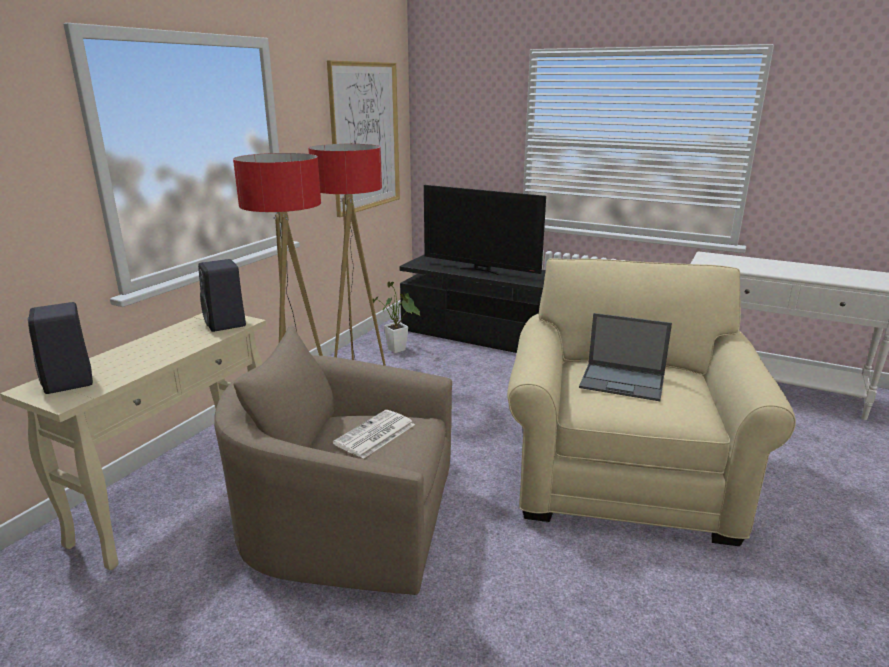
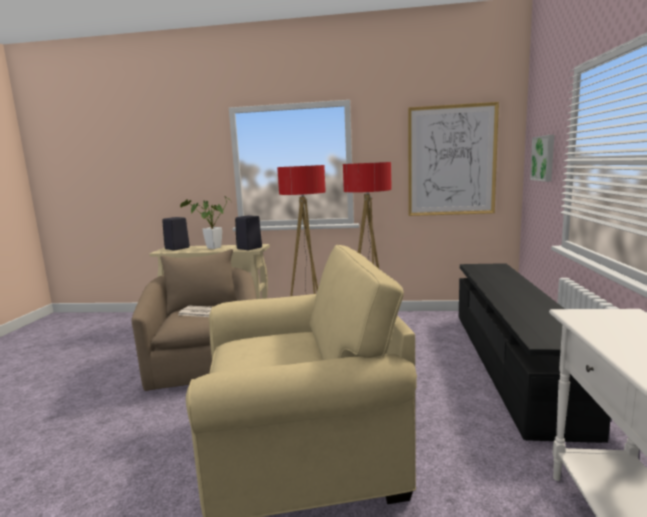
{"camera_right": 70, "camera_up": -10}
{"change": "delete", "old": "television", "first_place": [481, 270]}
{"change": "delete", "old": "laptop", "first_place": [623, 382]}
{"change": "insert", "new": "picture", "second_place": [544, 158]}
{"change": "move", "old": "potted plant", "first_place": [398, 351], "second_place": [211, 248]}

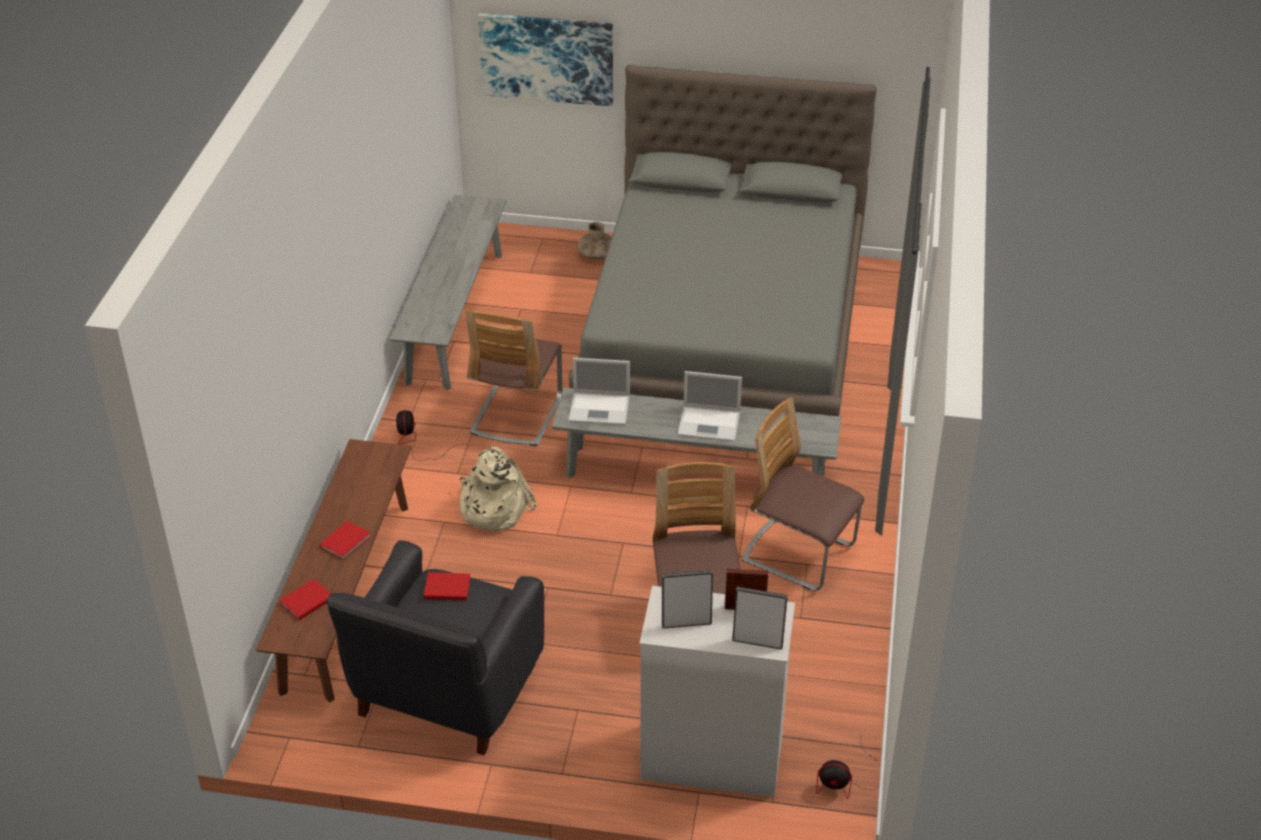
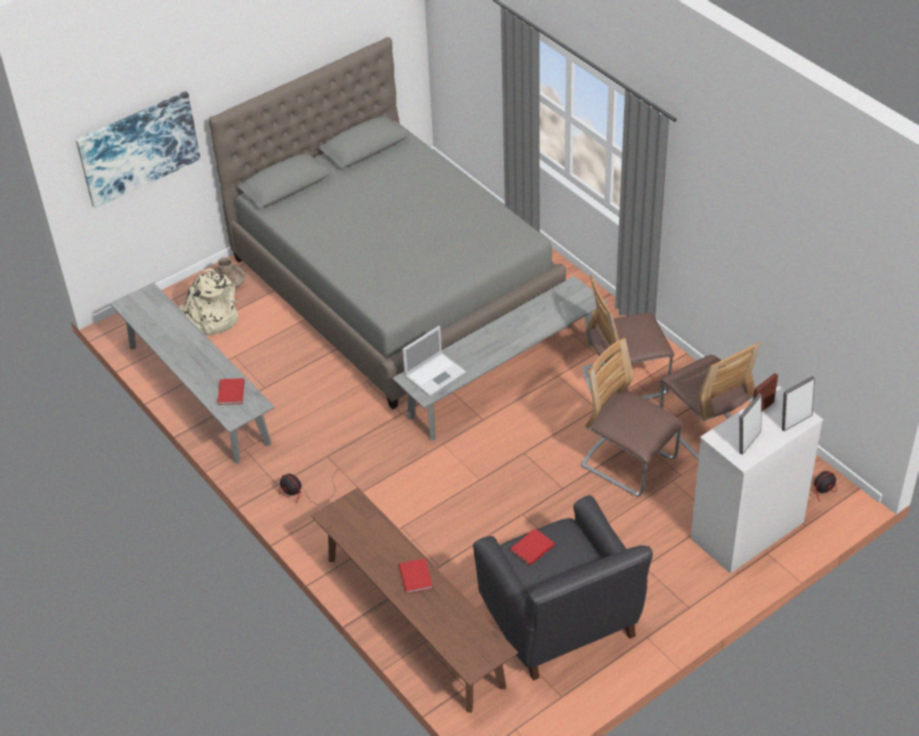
{"camera_right": -45, "camera_up": 5}
{"change": "delete", "old": "laptop", "first_place": [710, 424]}
{"change": "move", "old": "book in red", "first_place": [305, 601], "second_place": [230, 393]}
{"change": "move", "old": "backpack in beige", "first_place": [492, 507], "second_place": [210, 318]}
{"change": "move", "old": "chair", "first_place": [516, 415], "second_place": [705, 429]}

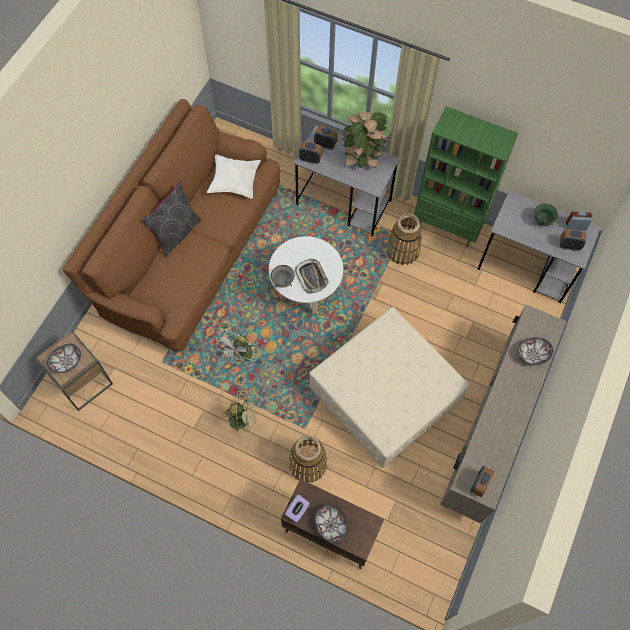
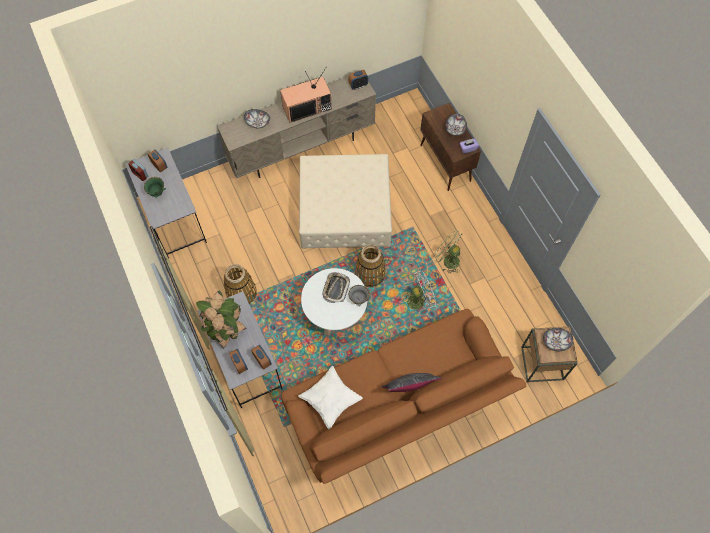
{"camera_right": -140, "camera_up": 0}
{"change": "delete", "old": "bookcase in green", "first_place": [448, 226]}
{"change": "insert", "new": "television", "second_place": [307, 107]}
{"change": "move", "old": "basket", "first_place": [307, 464], "second_place": [370, 274]}

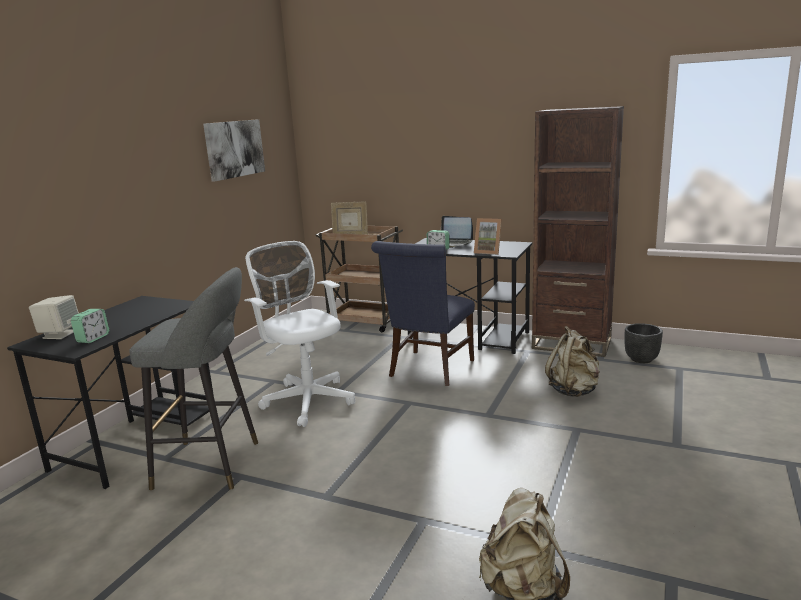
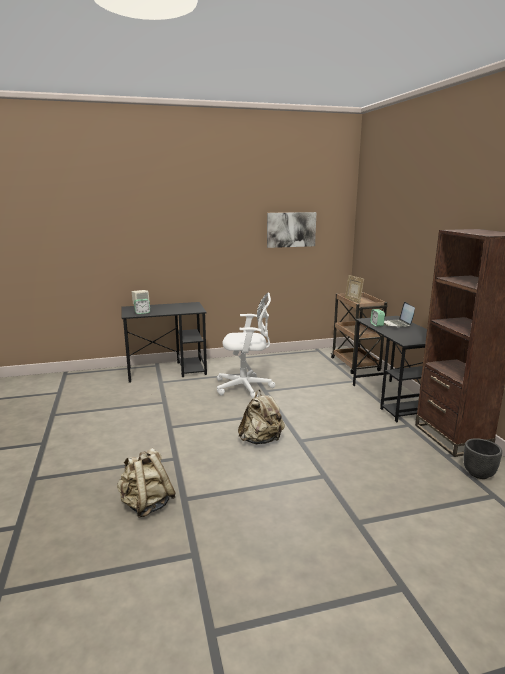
{"camera_right": 50, "camera_up": 0}
{"change": "delete", "old": "stool in grey", "first_place": [213, 464]}
{"change": "delete", "old": "chair in blue", "first_place": [429, 370]}
{"change": "delete", "old": "picture frame", "first_place": [488, 252]}
{"change": "move", "old": "backpack in beige", "first_place": [574, 391], "second_place": [261, 440]}
{"change": "rotate", "old": "office chair in white", "first_place": [307, 399], "second_place": [246, 387], "degrees": 75}

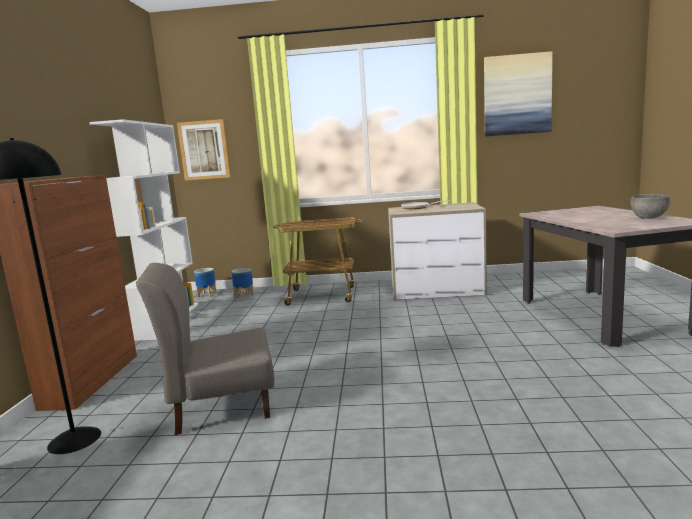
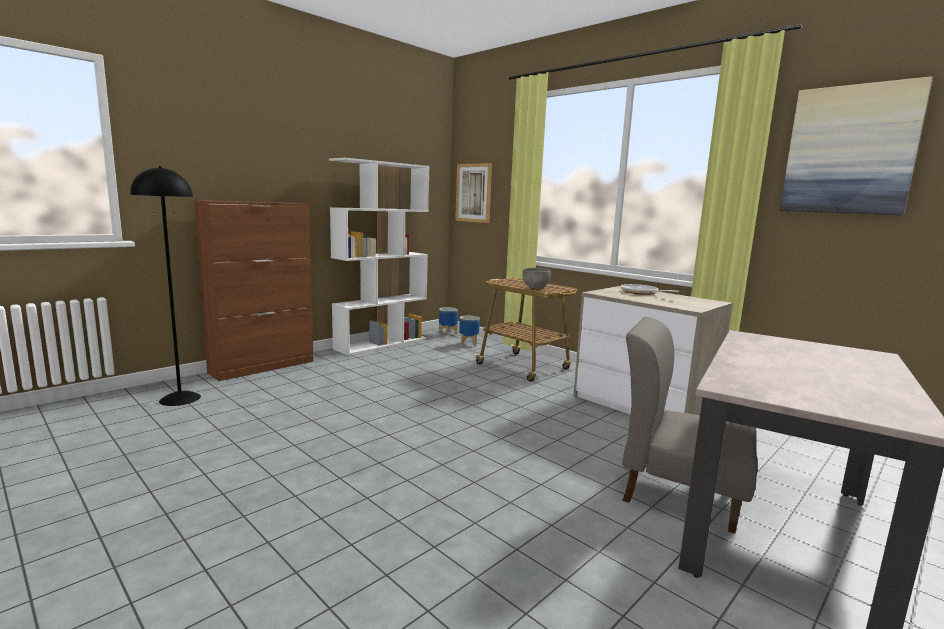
{"camera_right": 40, "camera_up": 0}
{"change": "move", "old": "chair in grey", "first_place": [221, 406], "second_place": [679, 493]}
{"change": "move", "old": "bowl in grey", "first_place": [648, 218], "second_place": [535, 288]}

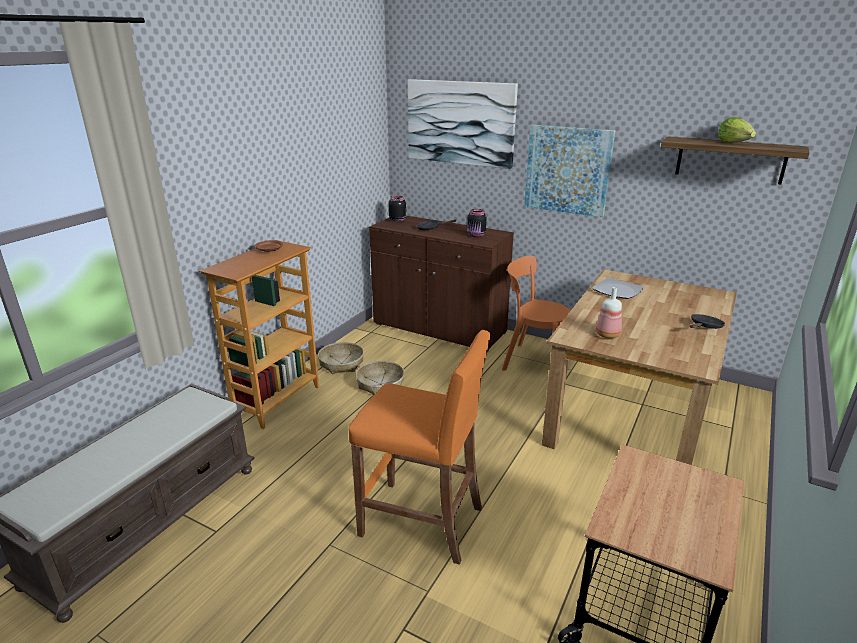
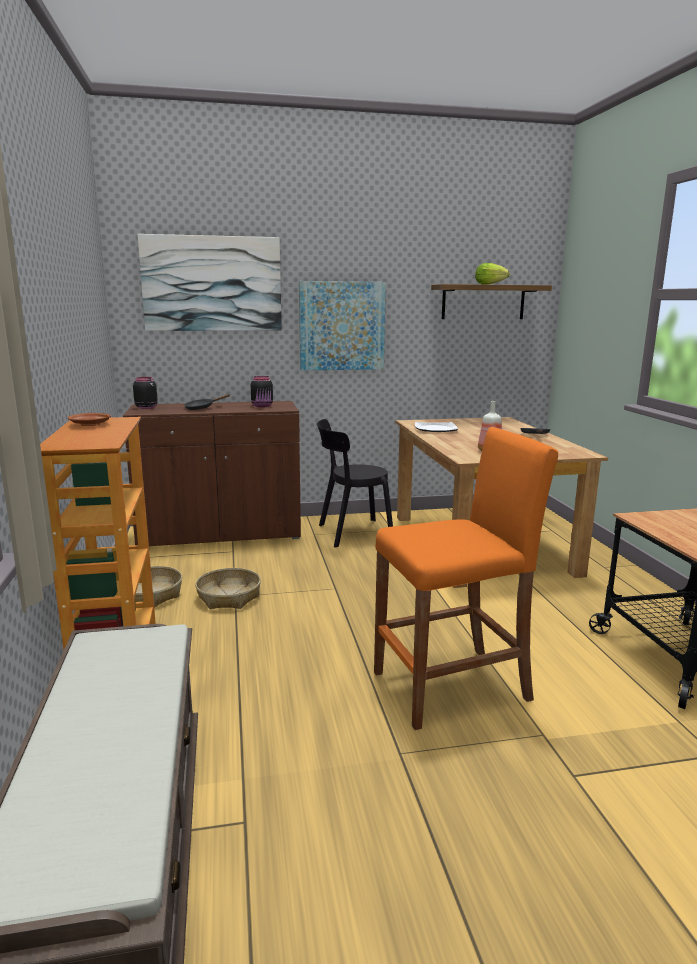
{"camera_right": -40, "camera_up": -10}
{"change": "recolor", "old": "chair in orange", "new": "chair in black", "first_place": [532, 361], "second_place": [351, 533]}

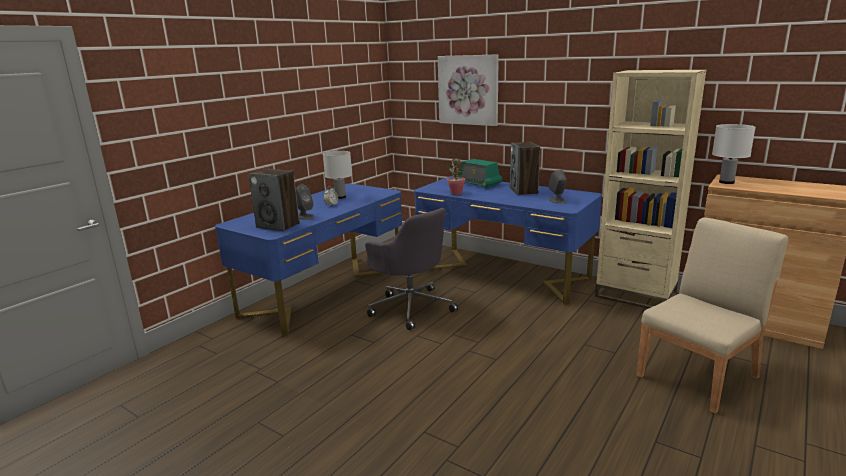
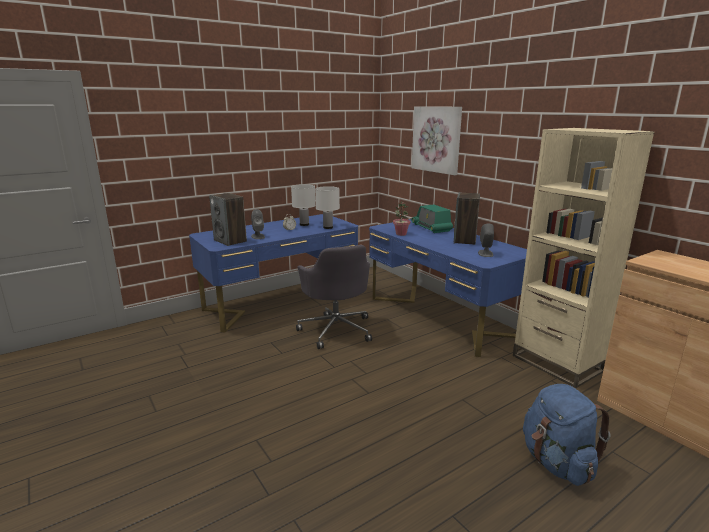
{"camera_right": 20, "camera_up": 0}
{"change": "move", "old": "table lamp in white", "first_place": [727, 182], "second_place": [328, 227]}
{"change": "replace", "old": "chair in beige", "new": "backpack in blue", "first_place": [698, 376], "second_place": [557, 463]}

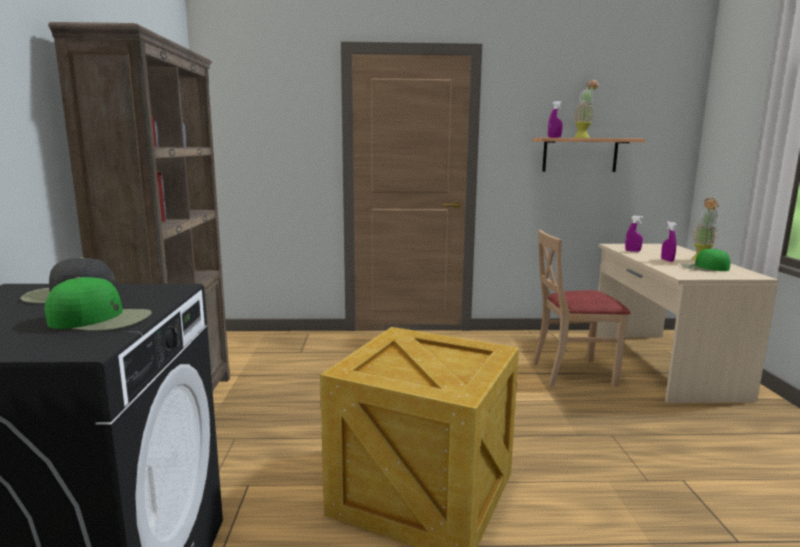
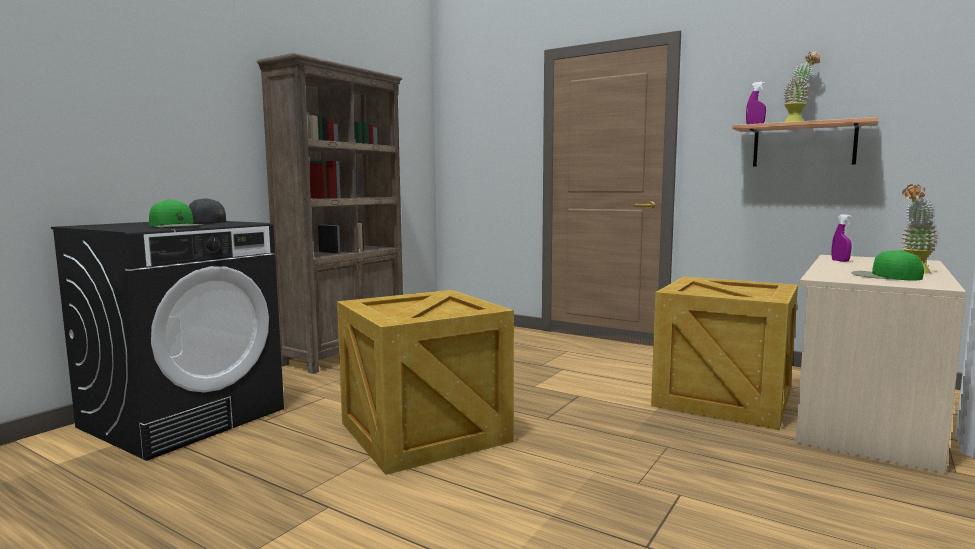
{"camera_right": 35, "camera_up": -5}
{"change": "delete", "old": "spray bottle in purple", "first_place": [667, 260]}
{"change": "replace", "old": "chair in beige", "new": "crate", "first_place": [573, 373], "second_place": [721, 397]}

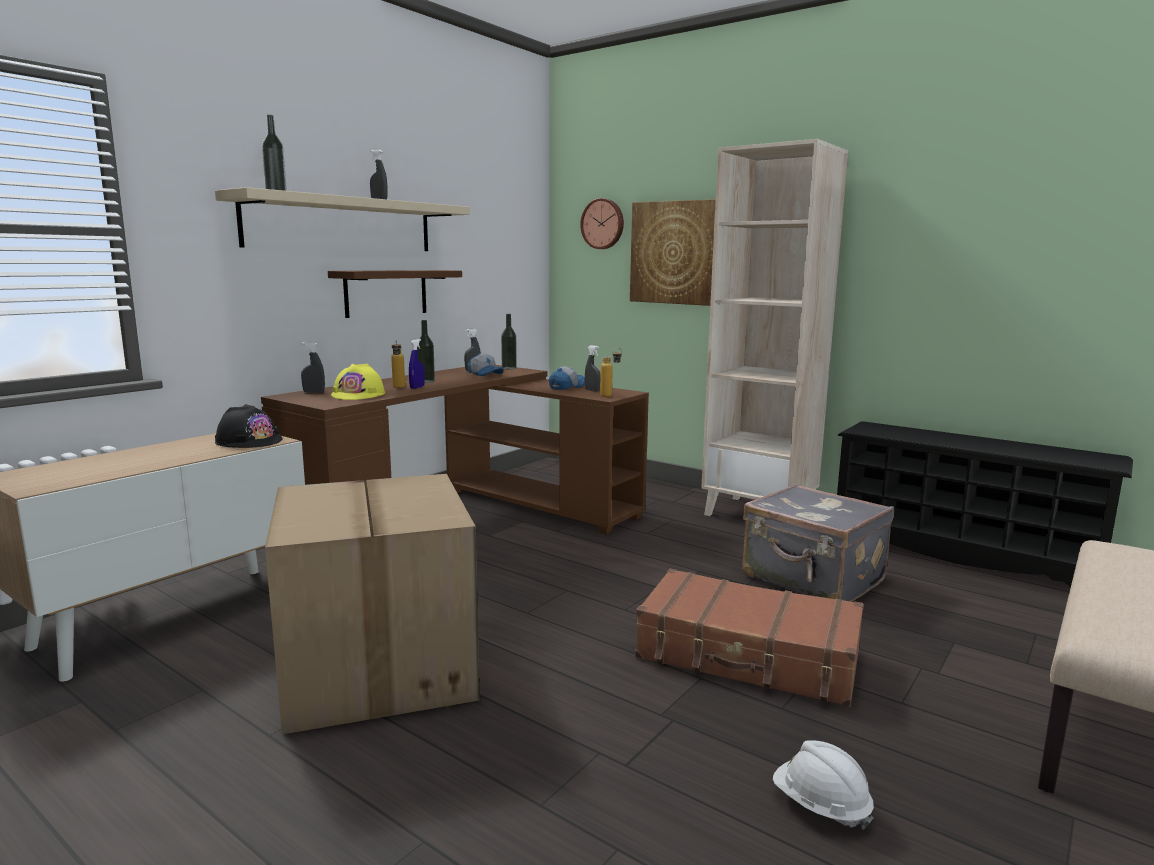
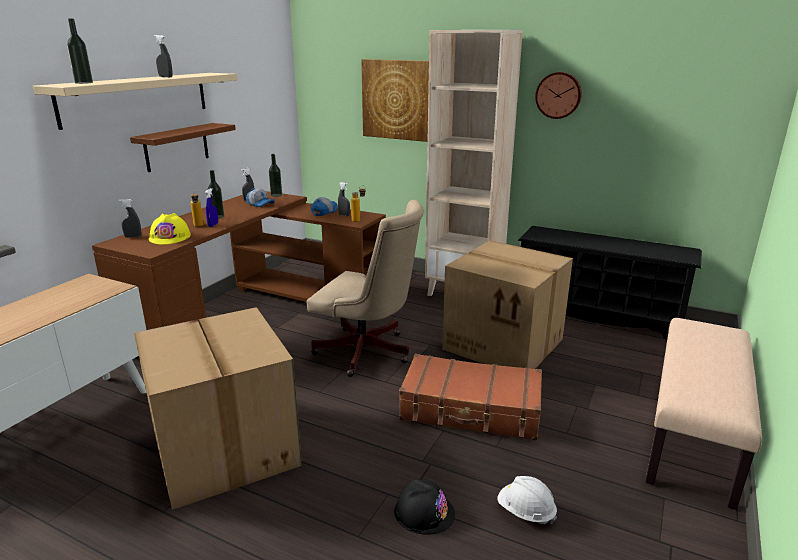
{"camera_right": -10, "camera_up": 10}
{"change": "insert", "new": "office chair in beige", "second_place": [368, 353]}
{"change": "move", "old": "hard hat in black", "first_place": [249, 441], "second_place": [424, 512]}
{"change": "move", "old": "wall clock", "first_place": [603, 224], "second_place": [558, 95]}
{"change": "replace", "old": "suitcase in grey", "new": "cardboard box", "first_place": [812, 579], "second_place": [505, 344]}

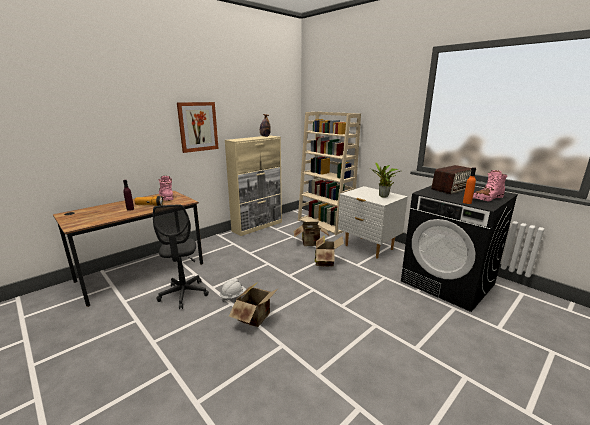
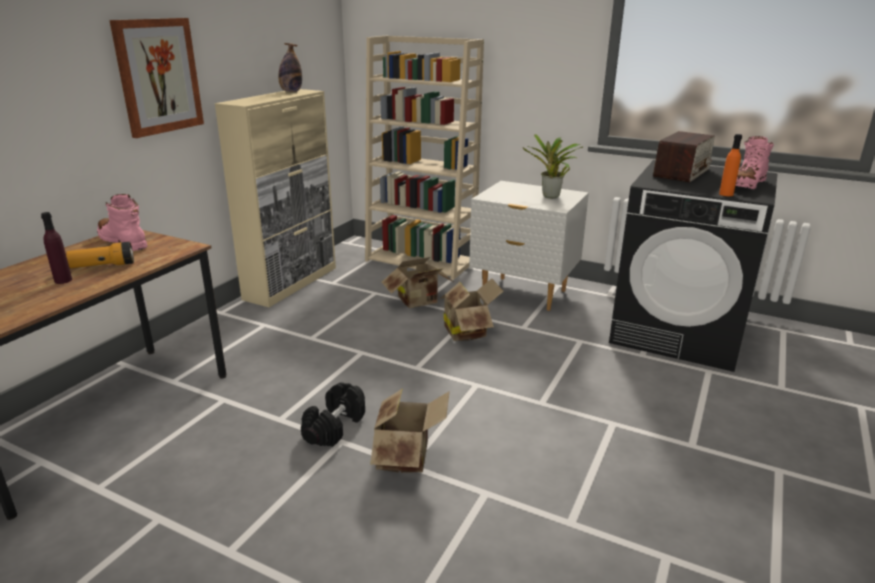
{"camera_right": -20, "camera_up": 5}
{"change": "delete", "old": "office chair in grey", "first_place": [184, 294]}
{"change": "replace", "old": "hard hat in white", "new": "dumbbell in black", "first_place": [233, 296], "second_place": [334, 427]}

